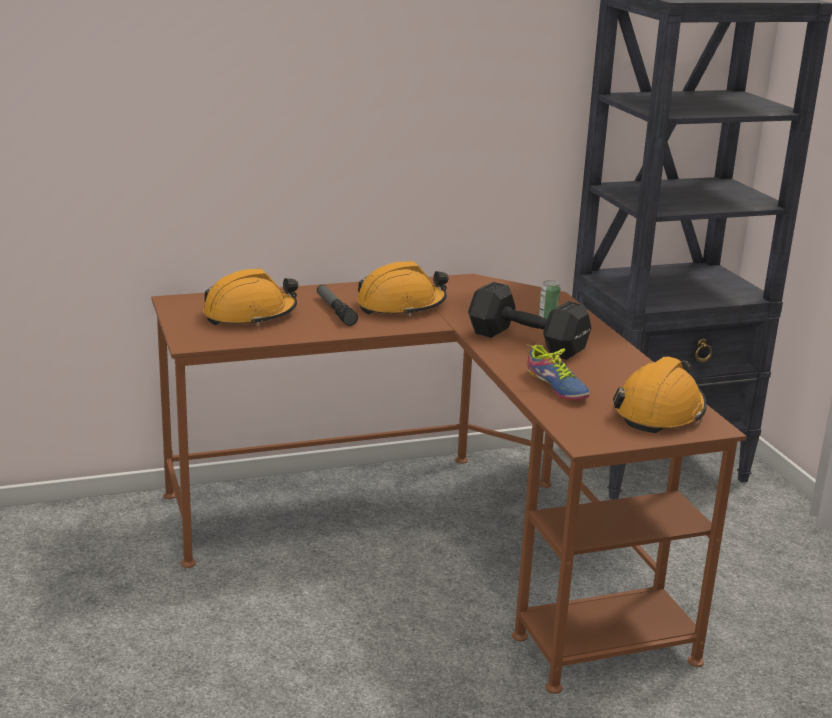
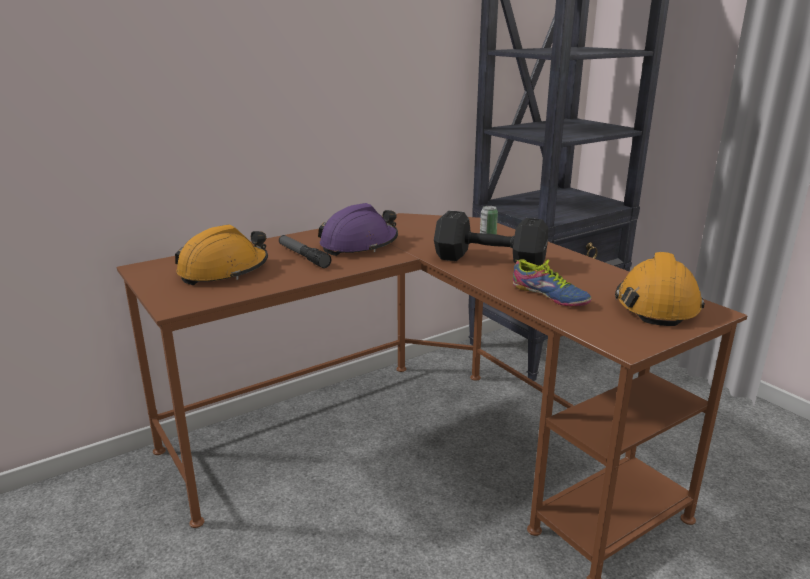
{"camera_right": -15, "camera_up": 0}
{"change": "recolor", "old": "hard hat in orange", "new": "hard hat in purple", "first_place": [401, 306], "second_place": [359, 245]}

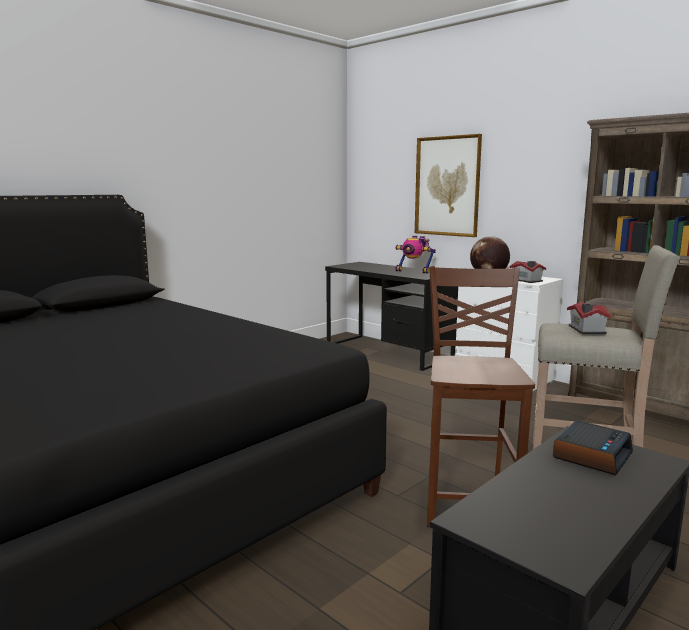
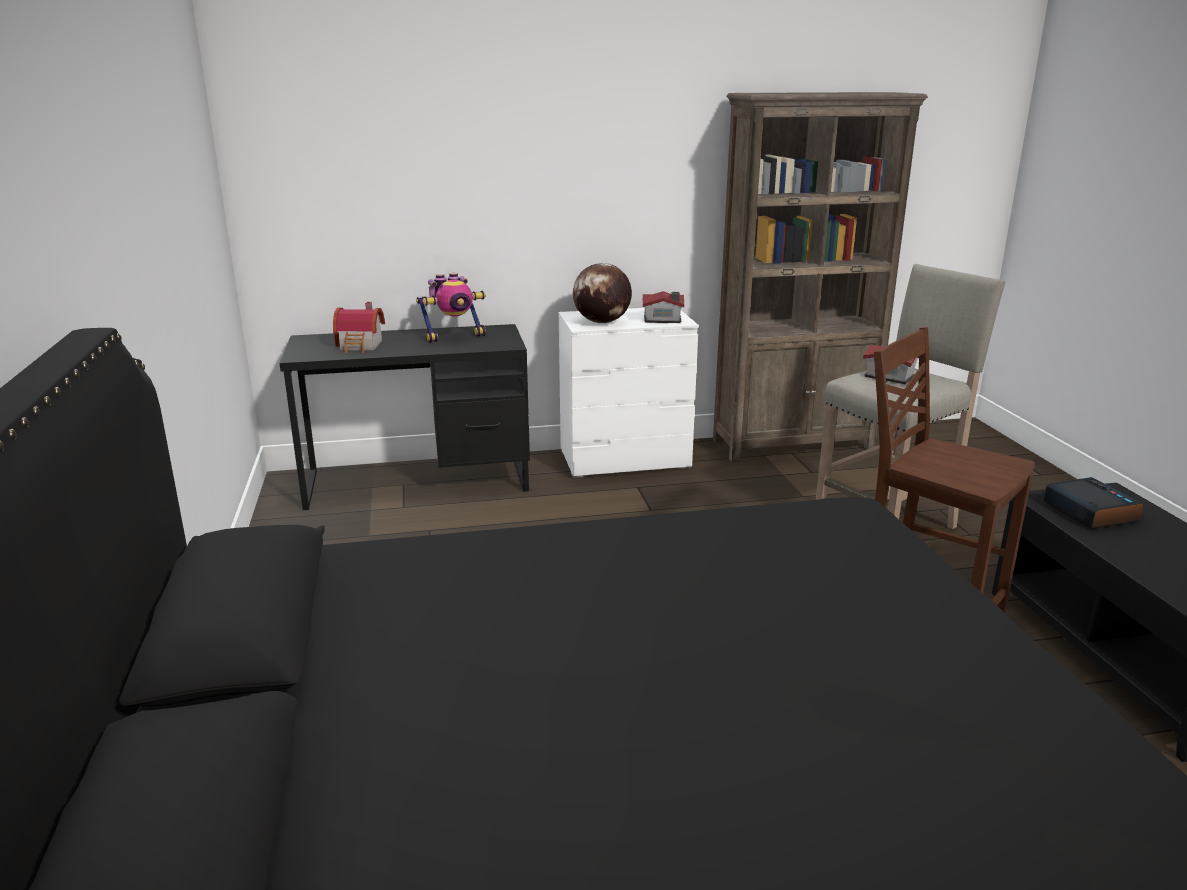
{"camera_right": -55, "camera_up": 10}
{"change": "delete", "old": "picture", "first_place": [447, 186]}
{"change": "insert", "new": "toy house", "second_place": [361, 346]}

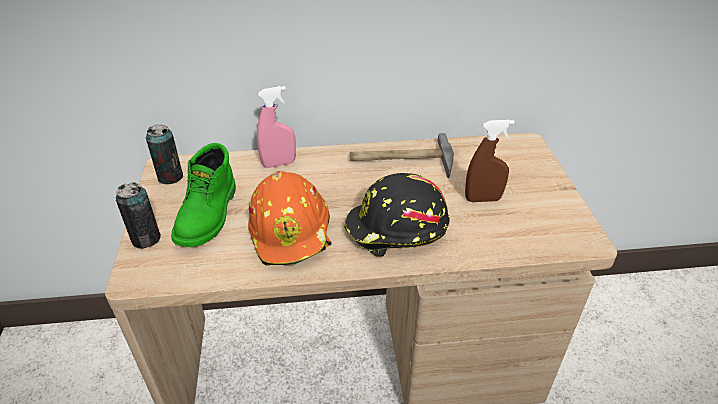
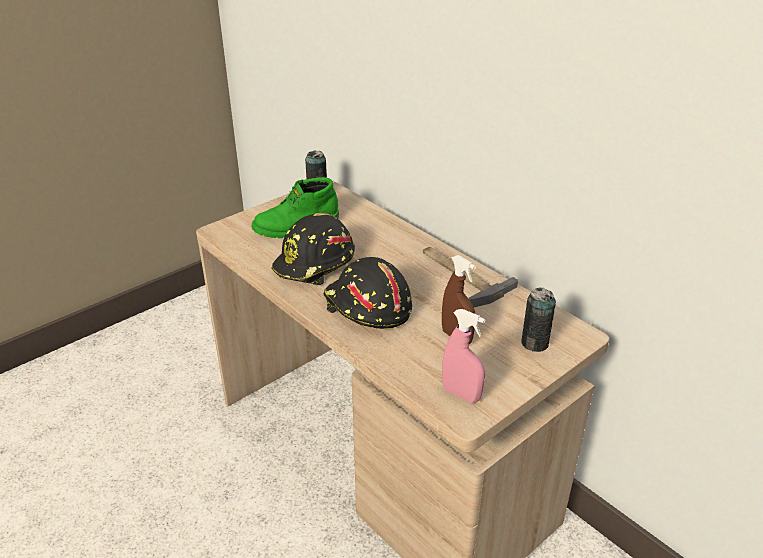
{"camera_right": 55, "camera_up": -5}
{"change": "move", "old": "can", "first_place": [146, 239], "second_place": [534, 343]}
{"change": "move", "old": "spray bottle in pink", "first_place": [279, 164], "second_place": [461, 394]}
{"change": "recolor", "old": "hard hat in orange", "new": "hard hat in black", "first_place": [292, 231], "second_place": [315, 264]}

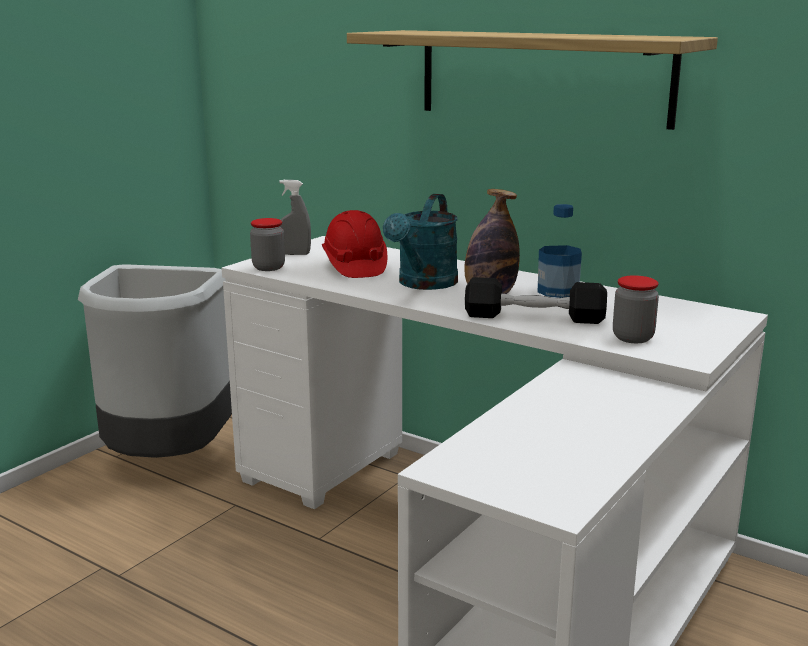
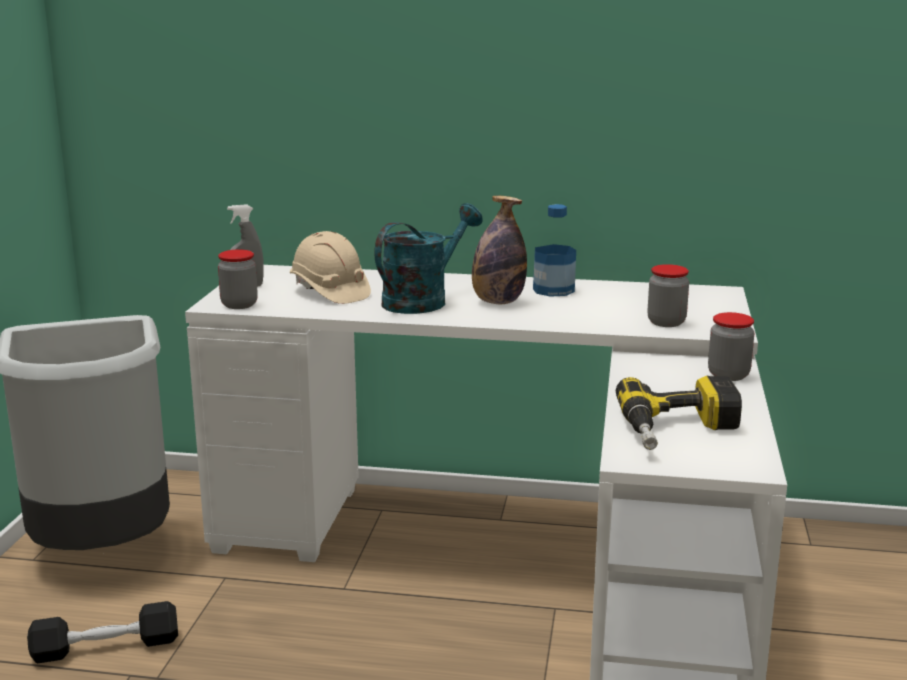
{"camera_right": -25, "camera_up": 0}
{"change": "delete", "old": "shelf", "first_place": [542, 76]}
{"change": "insert", "new": "power drill", "second_place": [680, 431]}
{"change": "insert", "new": "jar", "second_place": [728, 375]}
{"change": "move", "old": "dumbbell in black", "first_place": [534, 317], "second_place": [106, 647]}
{"change": "recolor", "old": "hard hat in red", "new": "hard hat in beige", "first_place": [354, 267], "second_place": [329, 292]}
{"change": "rotate", "old": "watering can in turquoise", "first_place": [424, 284], "second_place": [423, 300], "degrees": -135}

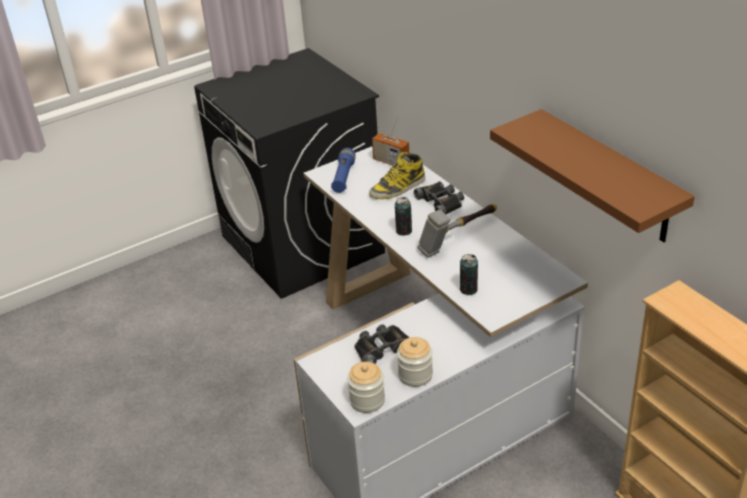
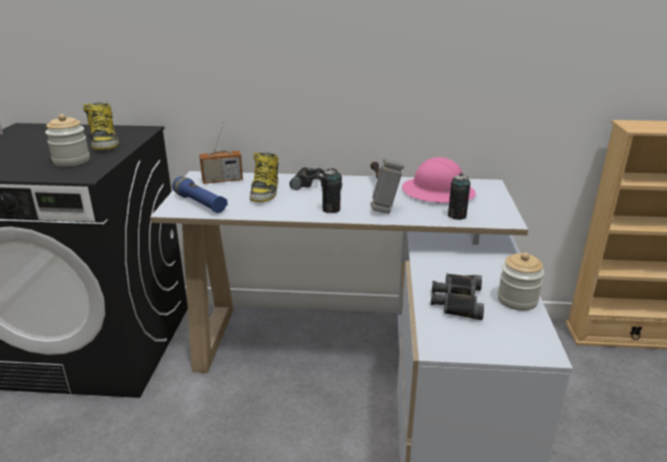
{"camera_right": -55, "camera_up": -10}
{"change": "delete", "old": "shelf in brown", "first_place": [609, 177]}
{"change": "insert", "new": "boot", "second_place": [104, 142]}
{"change": "insert", "new": "hard hat in pink", "second_place": [438, 192]}
{"change": "move", "old": "jar", "first_place": [367, 400], "second_place": [71, 161]}

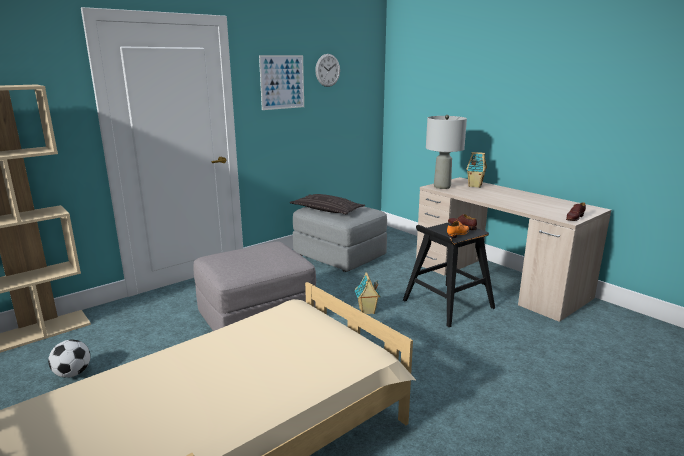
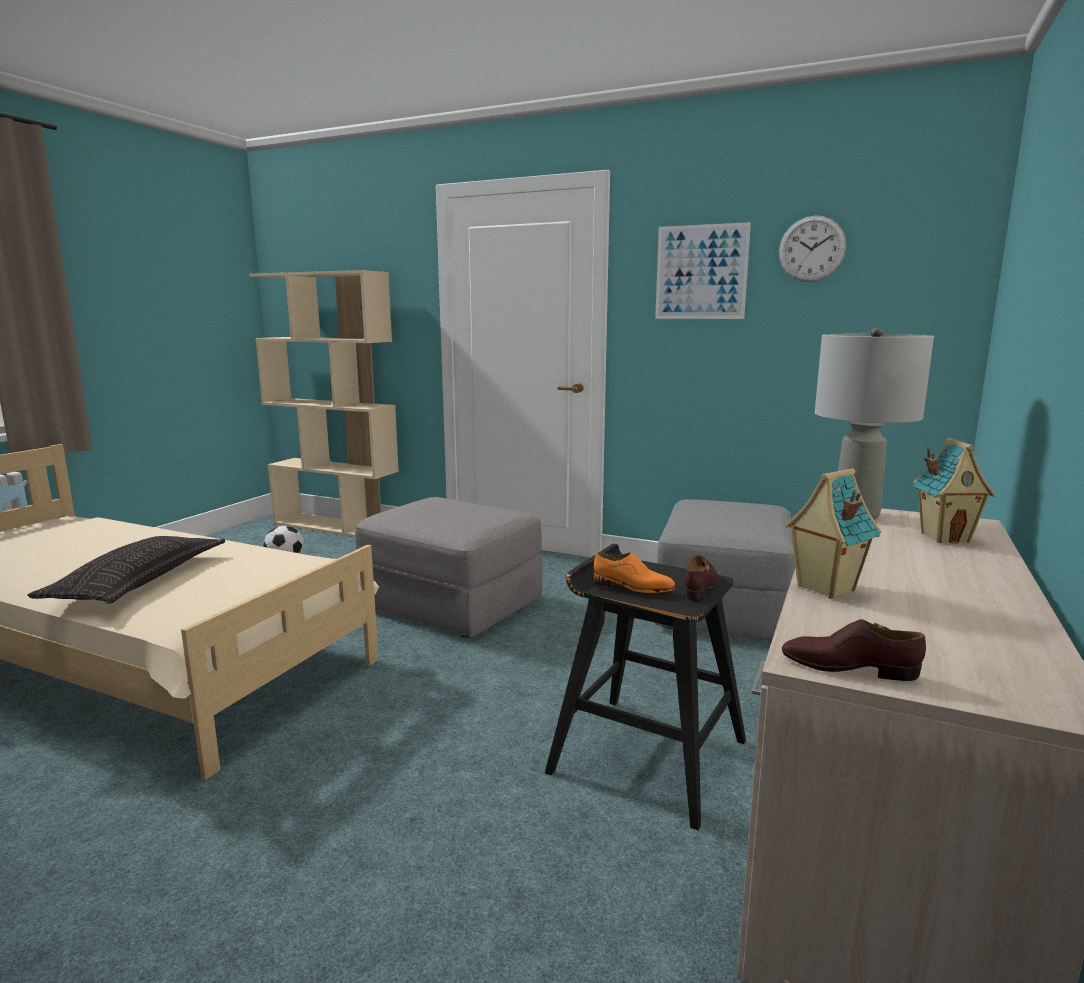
{"camera_right": 65, "camera_up": -5}
{"change": "move", "old": "pillow", "first_place": [326, 209], "second_place": [139, 580]}
{"change": "move", "old": "toy house", "first_place": [367, 311], "second_place": [824, 588]}

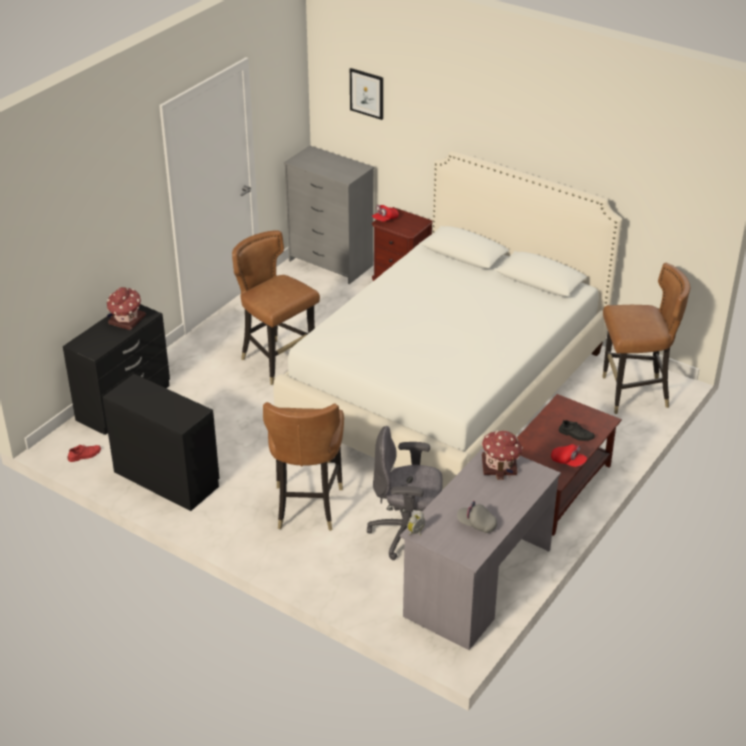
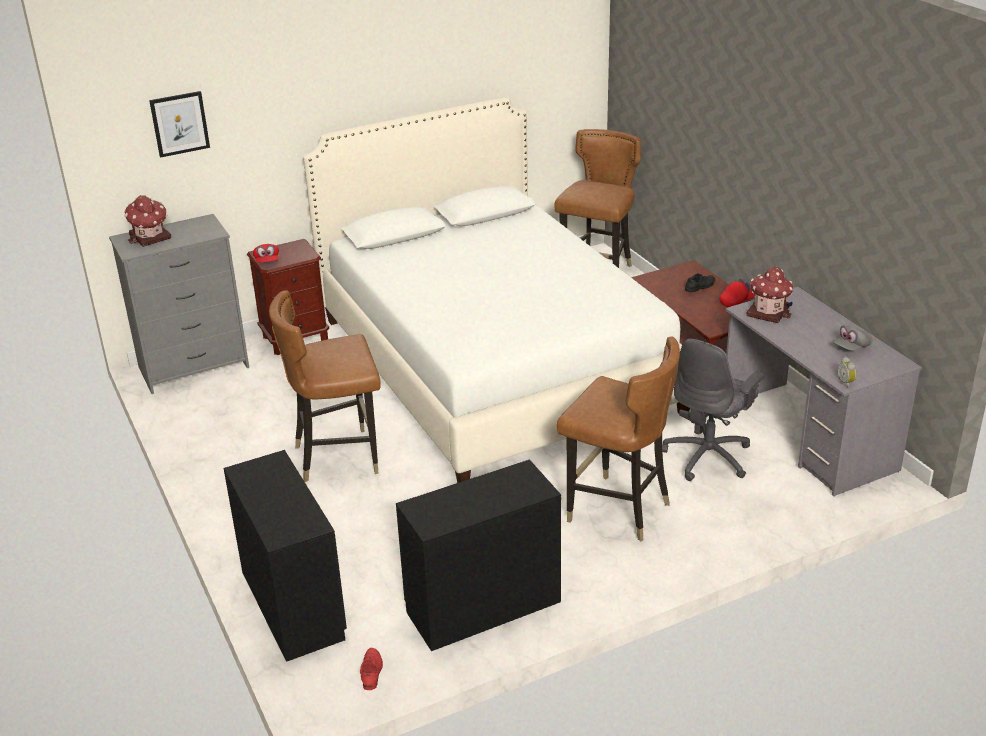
{"camera_right": -60, "camera_up": -5}
{"change": "move", "old": "toy house", "first_place": [126, 320], "second_place": [150, 237]}

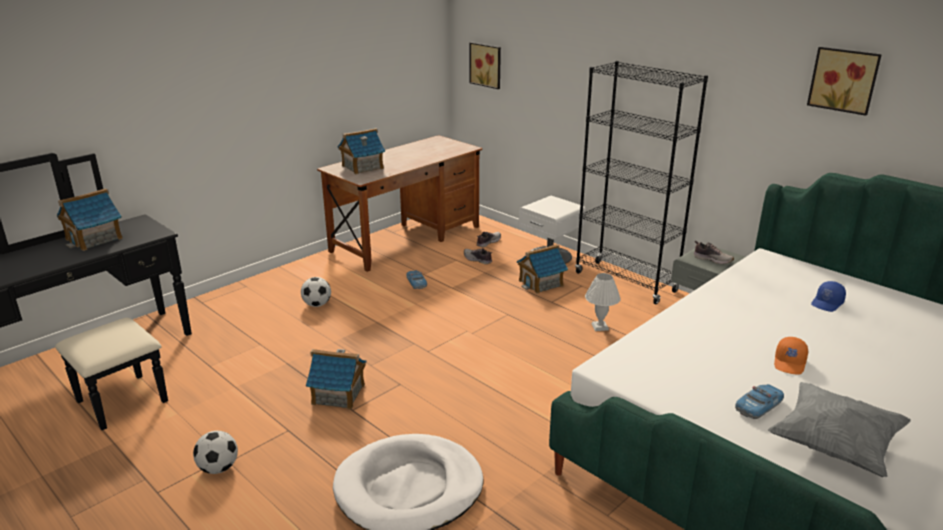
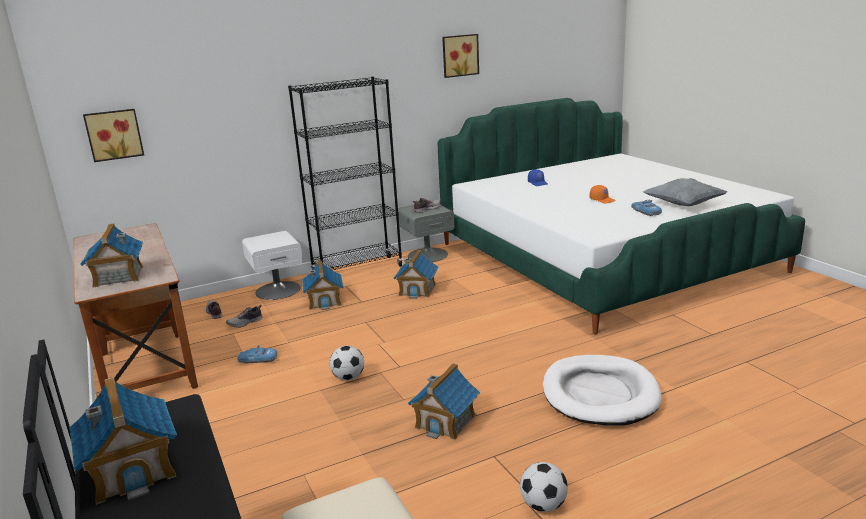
{"camera_right": -70, "camera_up": -5}
{"change": "move", "old": "football", "first_place": [317, 305], "second_place": [348, 378]}
{"change": "replace", "old": "table lamp in white", "new": "toy house", "first_place": [600, 327], "second_place": [417, 290]}

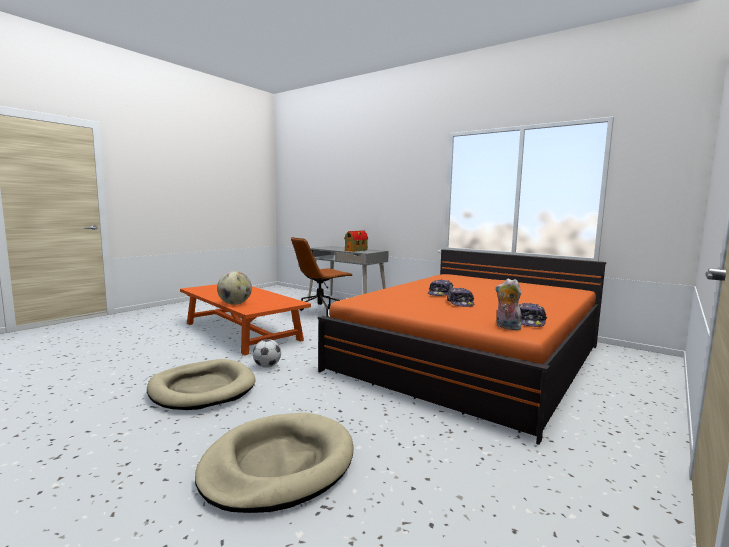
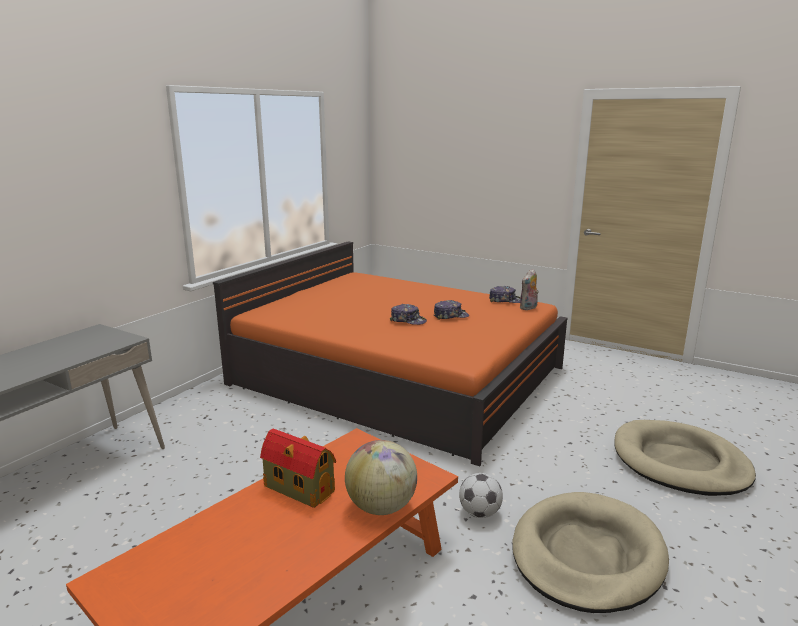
{"camera_right": -95, "camera_up": 10}
{"change": "delete", "old": "office chair in brown", "first_place": [320, 314]}
{"change": "move", "old": "toy house", "first_place": [356, 250], "second_place": [298, 488]}

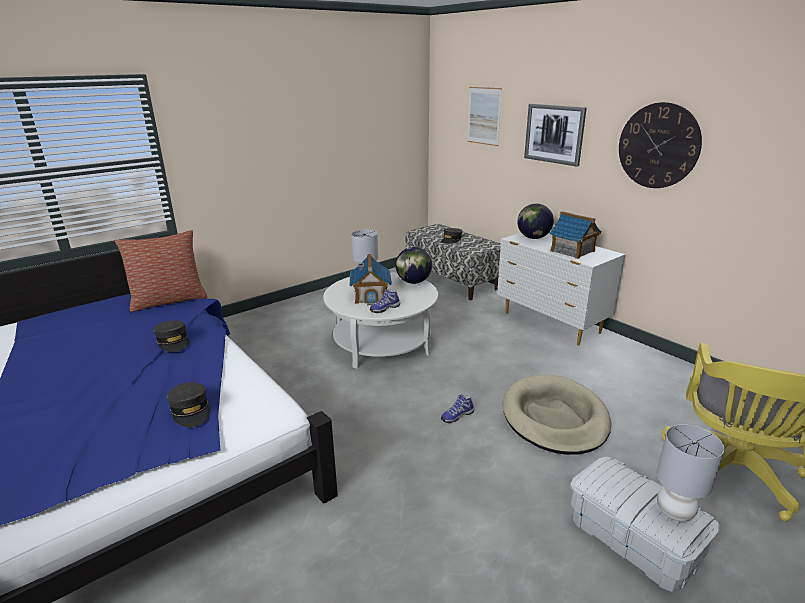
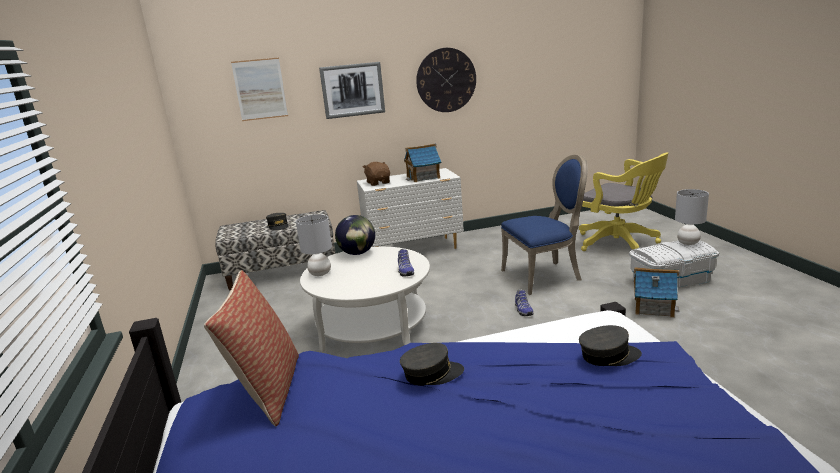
{"camera_right": -65, "camera_up": -5}
{"change": "move", "old": "toy house", "first_place": [371, 296], "second_place": [653, 307]}
{"change": "replace", "old": "dog bed in beige", "new": "chair in blue", "first_place": [554, 418], "second_place": [544, 276]}
{"change": "replace", "old": "globe", "new": "plush toy in brown", "first_place": [533, 238], "second_place": [378, 183]}

